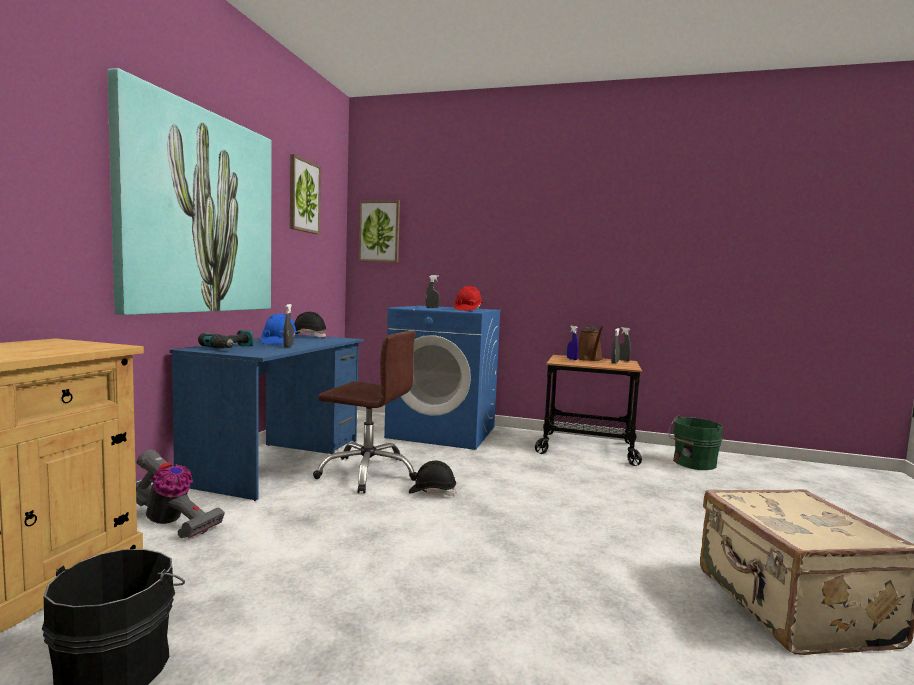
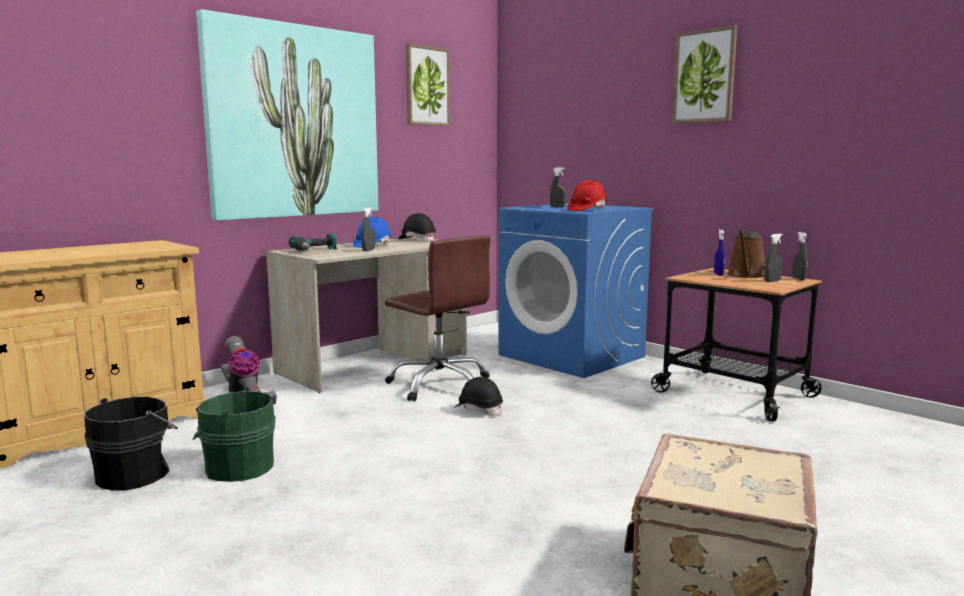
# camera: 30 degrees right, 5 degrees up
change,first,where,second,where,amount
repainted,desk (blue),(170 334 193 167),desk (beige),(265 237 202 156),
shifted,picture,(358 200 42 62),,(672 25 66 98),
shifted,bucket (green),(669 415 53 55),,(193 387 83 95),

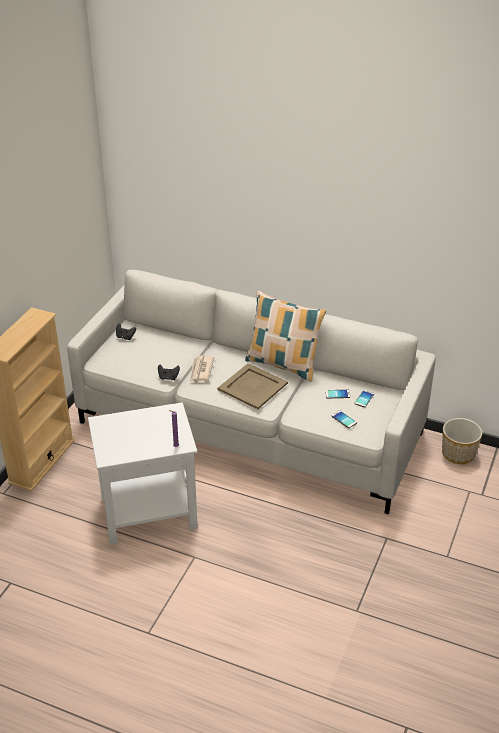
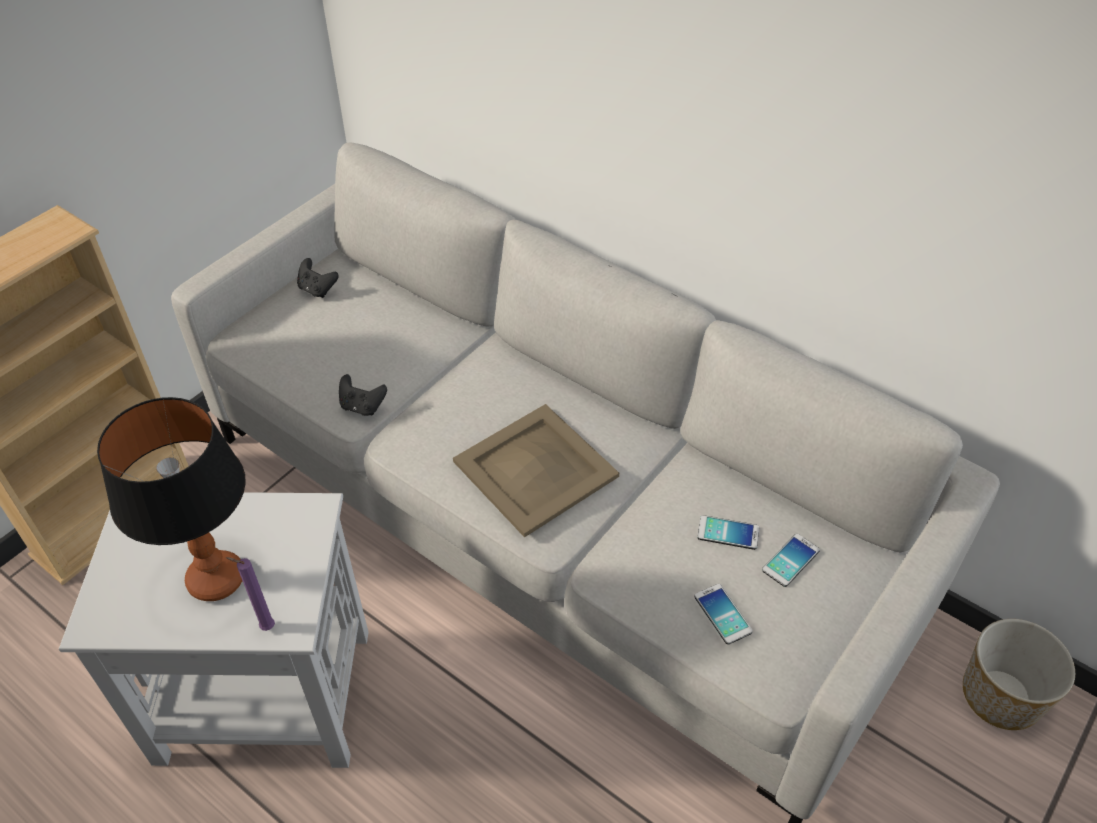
# camera: 15 degrees right, 10 degrees up
change,first,where,second,where,amount
gone,newspaper,(190 356 25 26),,,
gone,pillow,(245 291 81 91),,,
new,,,table lamp,(97 397 149 204),

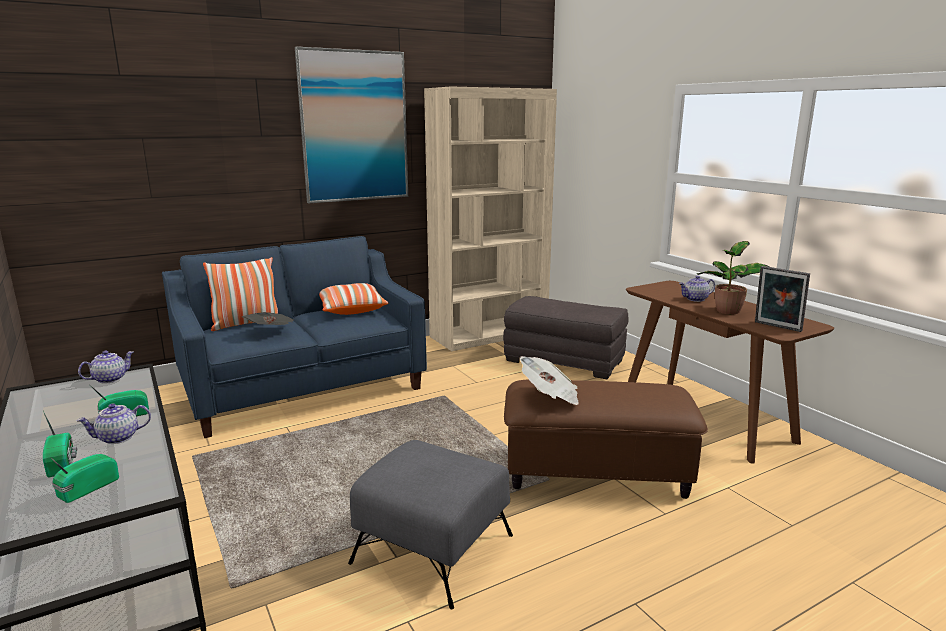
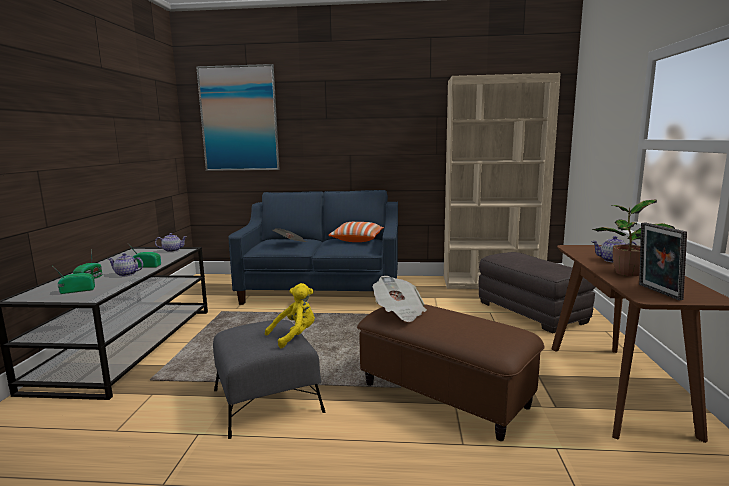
# camera: 35 degrees right, 5 degrees down
change,first,where,second,where,amount
gone,pillow,(203 257 75 74),,,
shifted,picture,(295 47 113 156),,(196 64 84 107),
new,,,plush toy (yellow),(265 283 49 65),

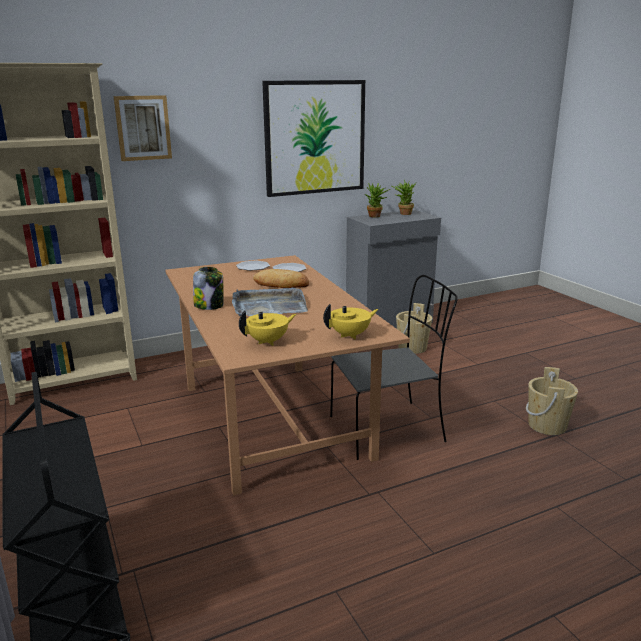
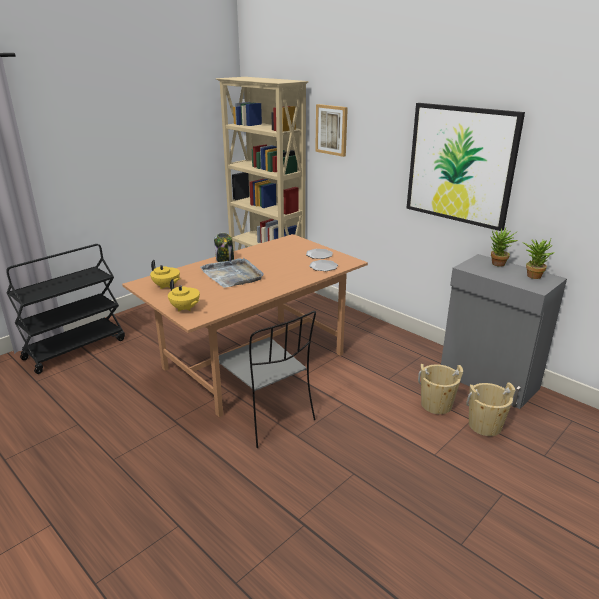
# camera: 70 degrees right, 5 degrees up
change,first,where,second,where,amount
gone,bread,(253 269 56 19),,,
shifted,bucket (beige),(526 367 52 68),,(466 382 49 54),

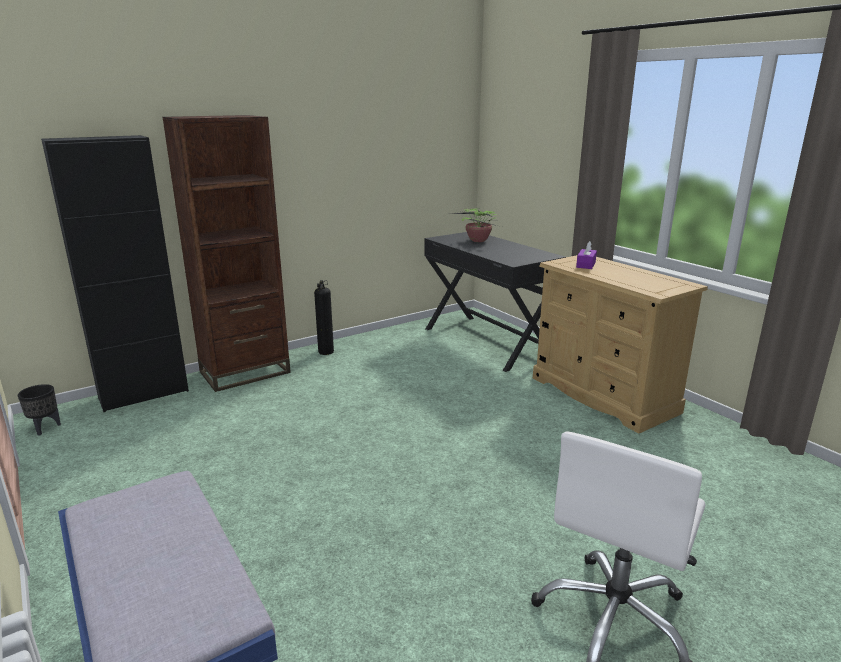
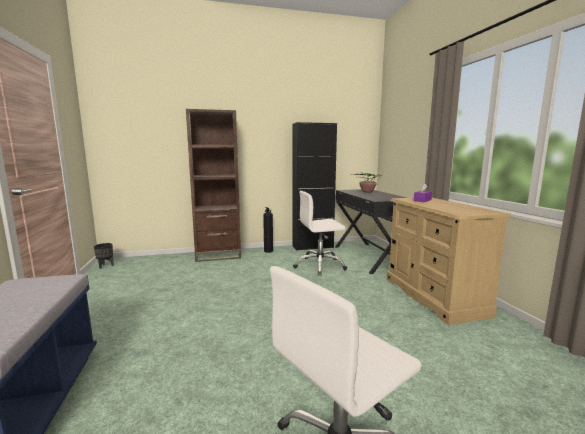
# camera: 20 degrees right, 10 degrees down
change,first,where,second,where,amount
shifted,cabinet (black),(41 135 148 277),,(292 122 45 129),
new,,,office chair (white),(293 191 54 85),

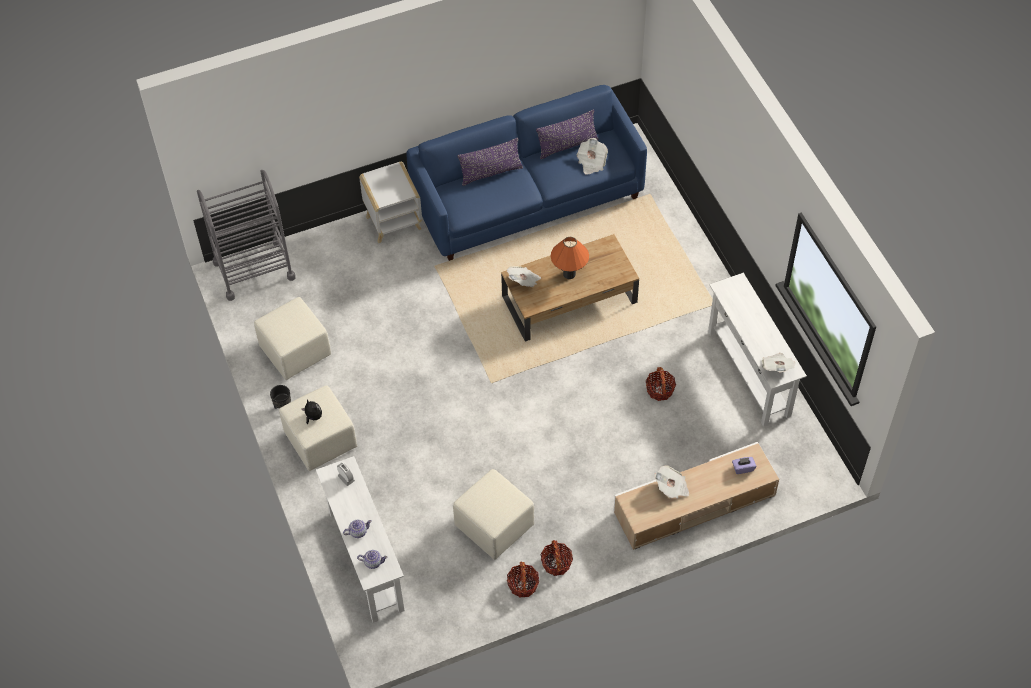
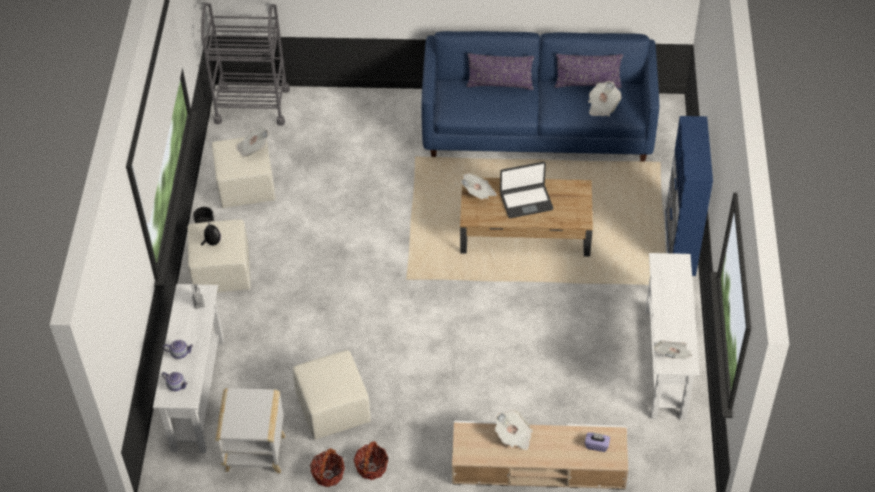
# camera: 25 degrees right, 5 degrees down
change,first,where,second,where,amount
shifted,side table (white),(359 162 63 81),,(215 388 70 85),
swapped,table lamp (orange),(550 237 39 42),laptop,(500 162 53 56),
gone,basket,(646 367 30 34),,,
new,,,newspaper,(236 126 33 32),
new,,,cabinet (blue),(665 116 48 160),

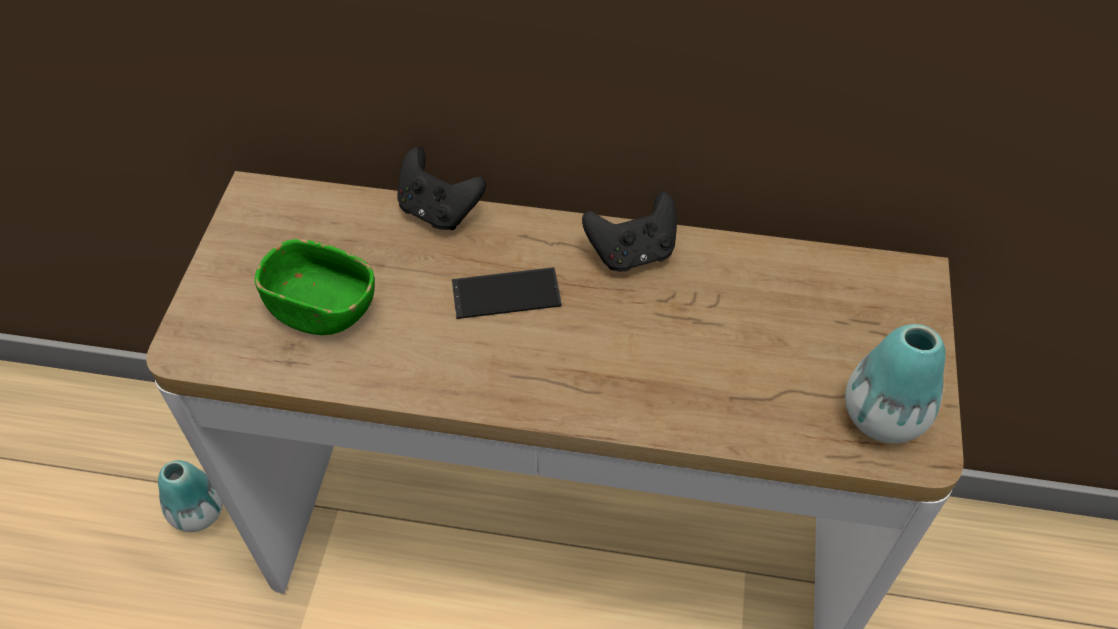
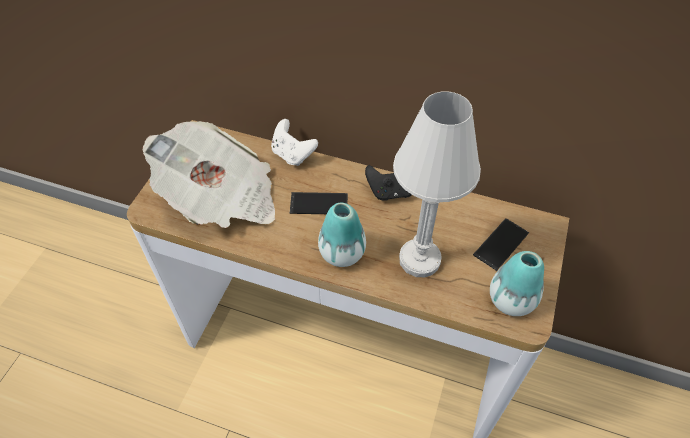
# camera: 10 degrees right, 0 degrees up
change,first,where,second,where,amount
shifted,vase,(158 460 65 72),,(318 203 48 64),
swapped,bowl (green),(255 239 120 96),newspaper,(143 121 132 107),
repainted,game controller (black),(397 147 89 83),game controller (white),(271 119 47 47),
new,,,table lamp (white),(393 91 88 186),
new,,,phone,(473 218 56 53),

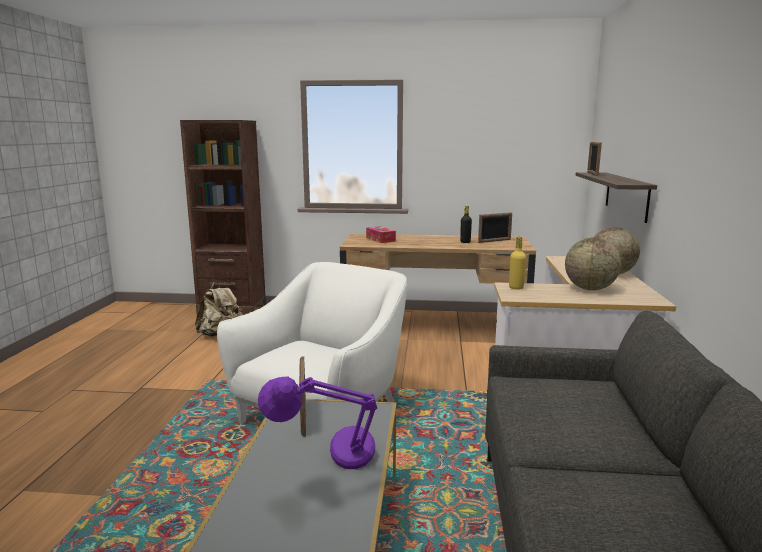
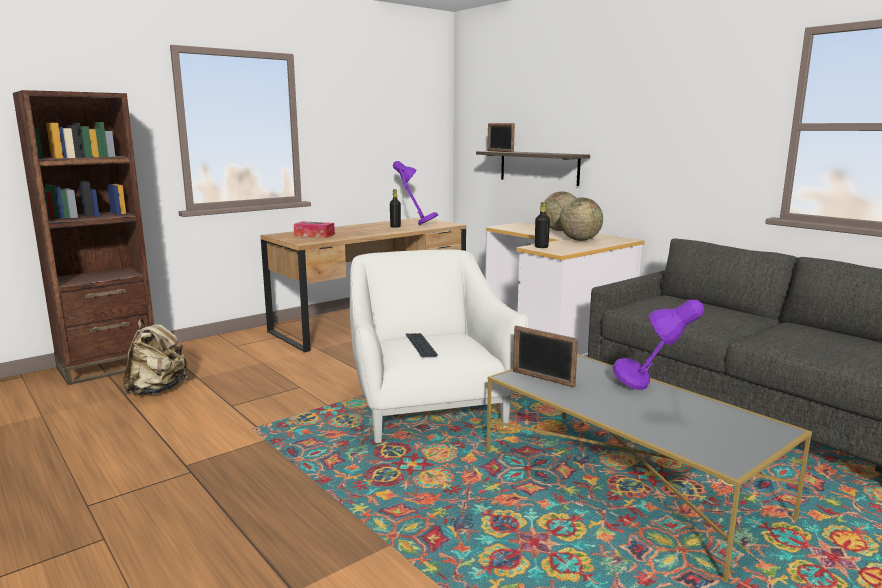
# camera: 45 degrees left, 0 degrees up
change,first,where,second,where,amount
swapped,picture frame,(478 212 34 31),table lamp (purple),(393 161 45 64),
repainted,bottle (yellow),(509 237 17 53),bottle (black),(535 202 15 46),
new,,,keyboard,(406 333 32 24),

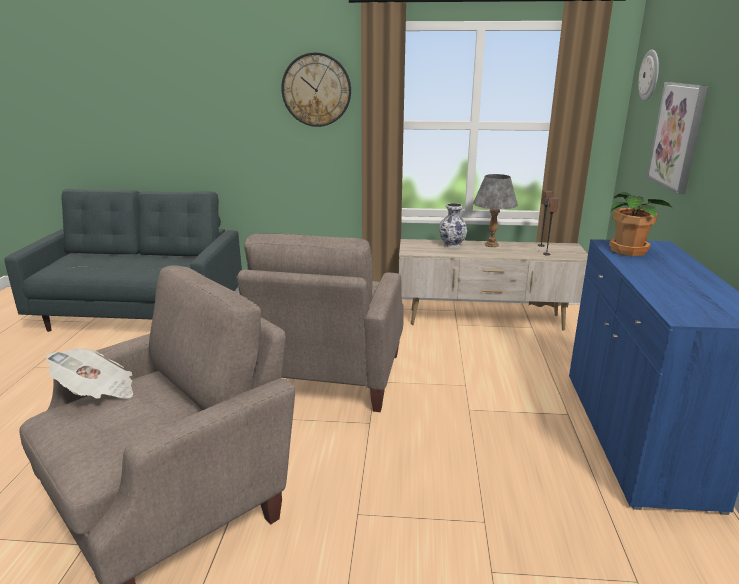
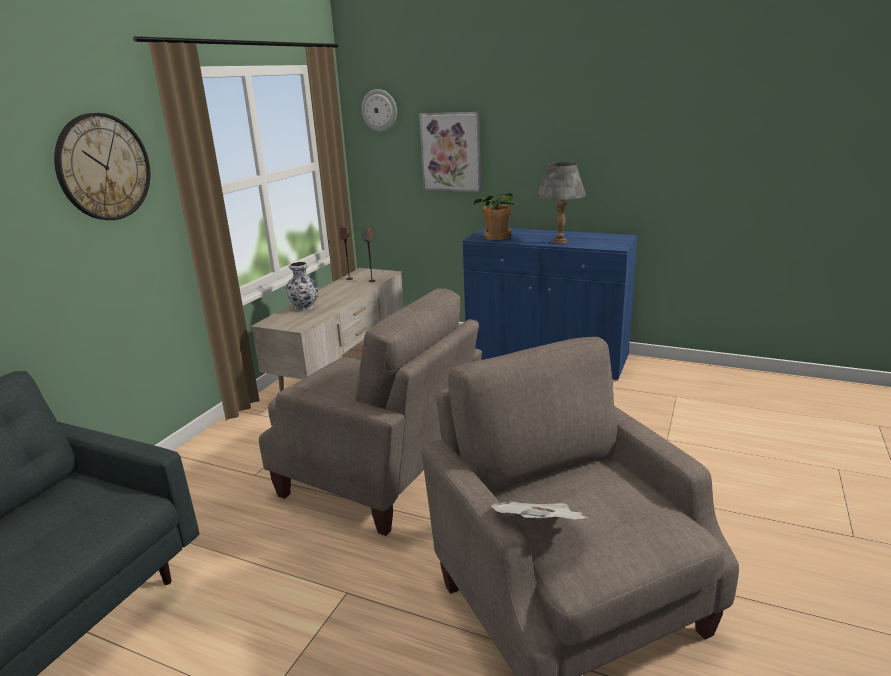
# camera: 70 degrees left, 0 degrees up
change,first,where,second,where,amount
shifted,table lamp (grey),(473 174 45 73),,(537 162 49 82),

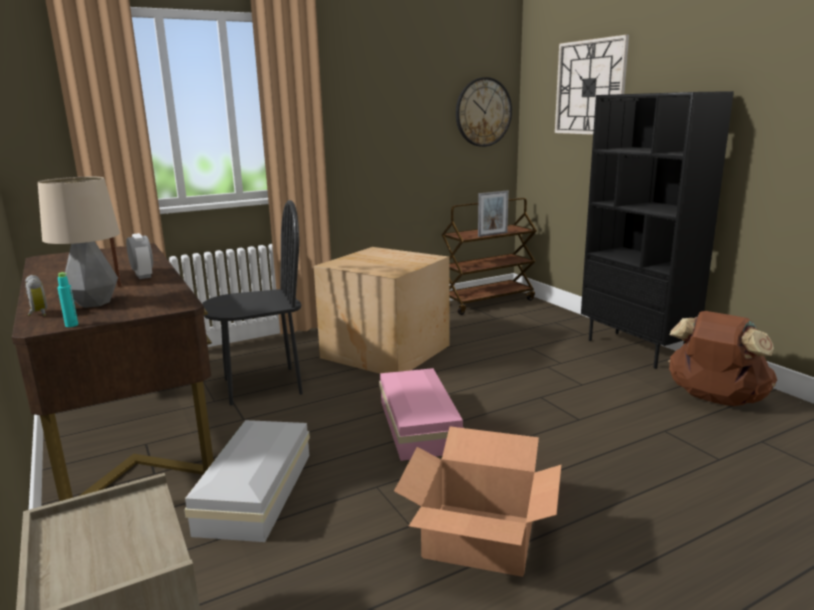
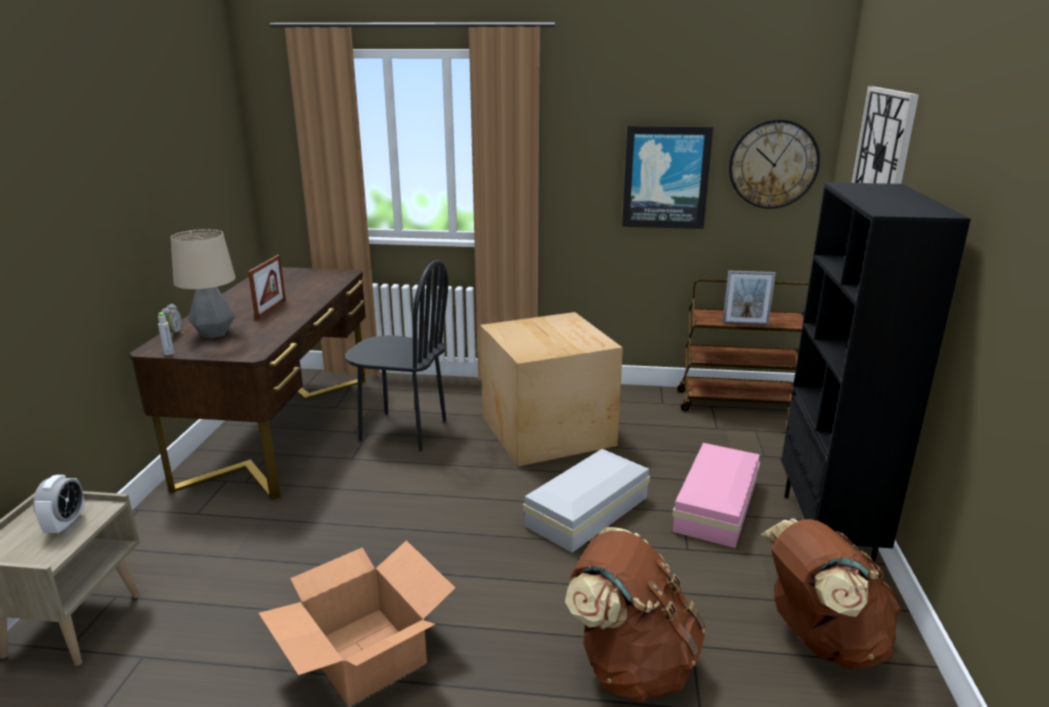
# camera: 35 degrees right, 5 degrees up
change,first,where,second,where,amount
repainted,bottle (turquoise),(57 272 21 55),bottle (grey),(158 312 16 43),
shifted,alarm clock,(126 233 27 46),,(33 475 52 59),
shifted,storage box (white),(184 420 126 122),,(523 449 127 104),
shifted,storage box (pink),(379 368 84 93),,(672 443 88 105),
new,,,backpack (brown),(565 527 141 175),
new,,,picture,(622 126 91 103),

